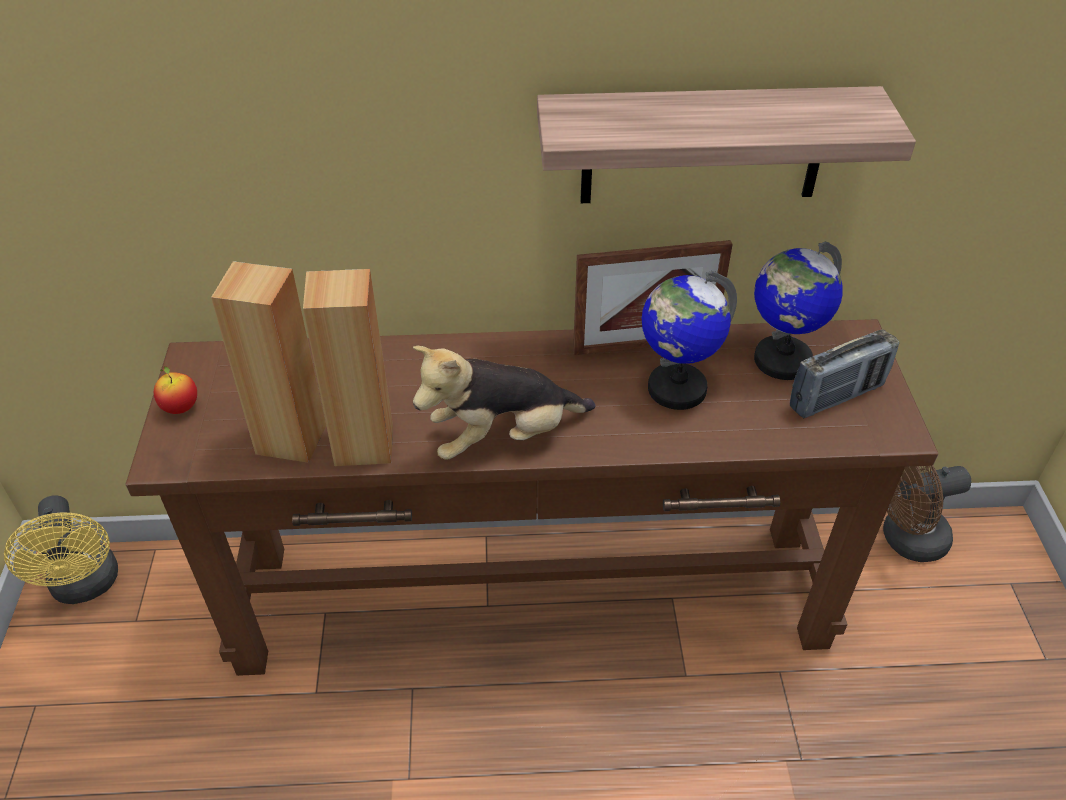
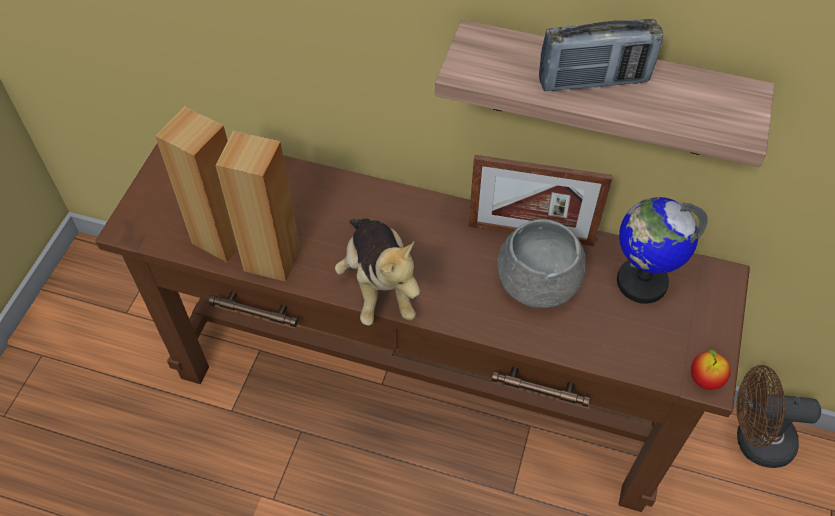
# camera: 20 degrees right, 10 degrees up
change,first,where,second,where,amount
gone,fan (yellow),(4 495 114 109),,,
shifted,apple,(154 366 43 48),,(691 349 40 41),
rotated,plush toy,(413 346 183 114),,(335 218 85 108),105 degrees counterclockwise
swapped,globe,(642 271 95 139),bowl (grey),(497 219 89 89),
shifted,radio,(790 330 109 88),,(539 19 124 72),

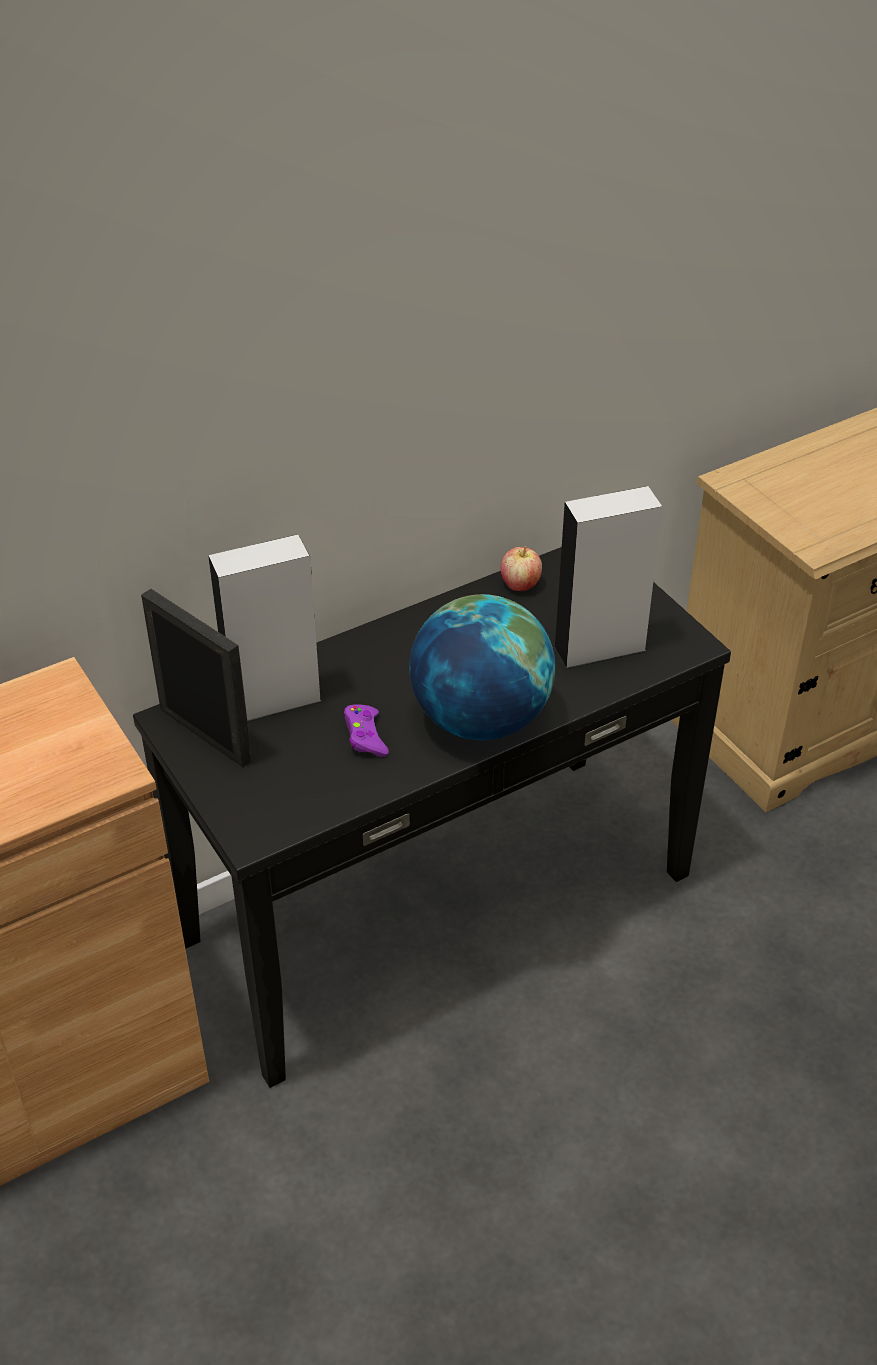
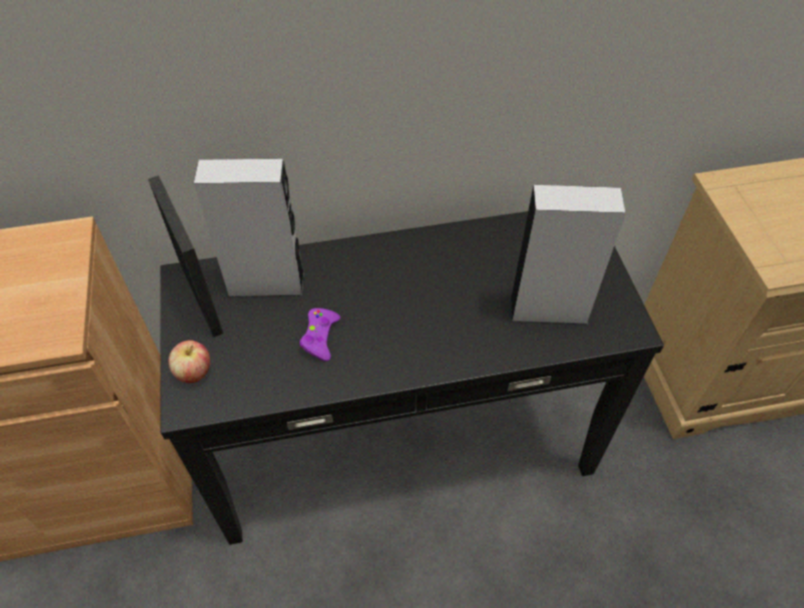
# camera: 20 degrees right, 10 degrees up
change,first,where,second,where,amount
gone,globe,(409 594 146 146),,,
shifted,apple,(500 546 42 45),,(169 340 41 43),

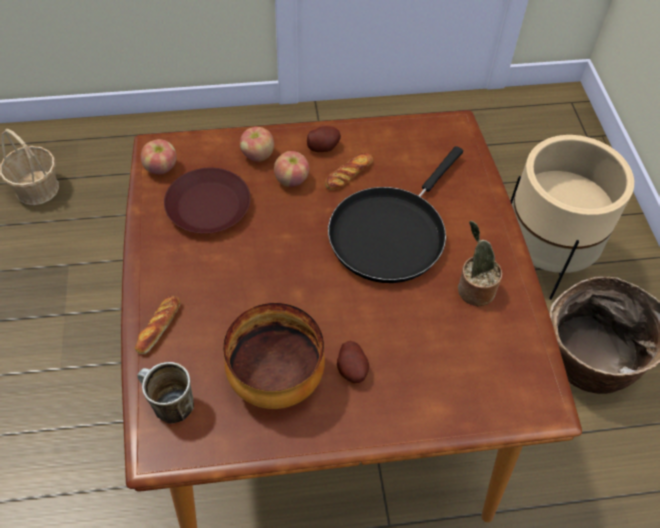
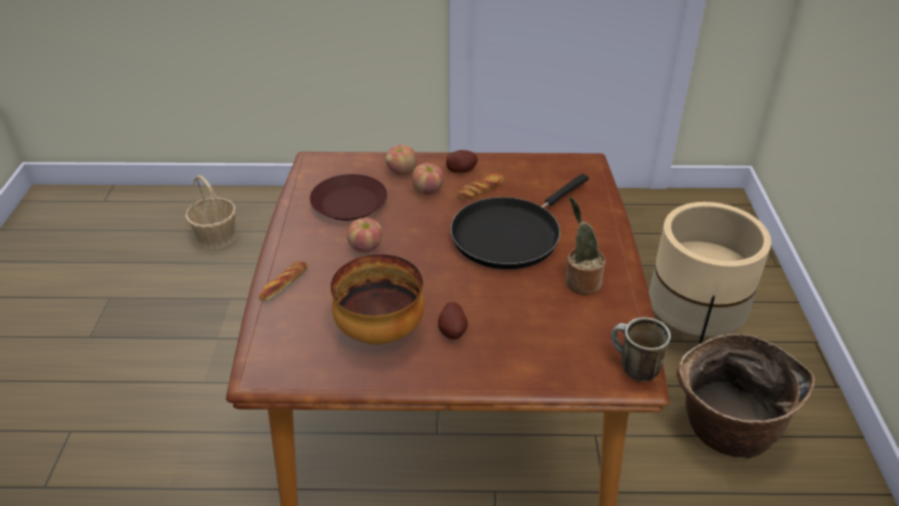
# camera: 10 degrees right, 15 degrees down
change,first,where,second,where,amount
shifted,mug,(137 362 57 62),,(611 317 60 65),
shifted,apple,(141 139 36 36),,(347 218 35 34),

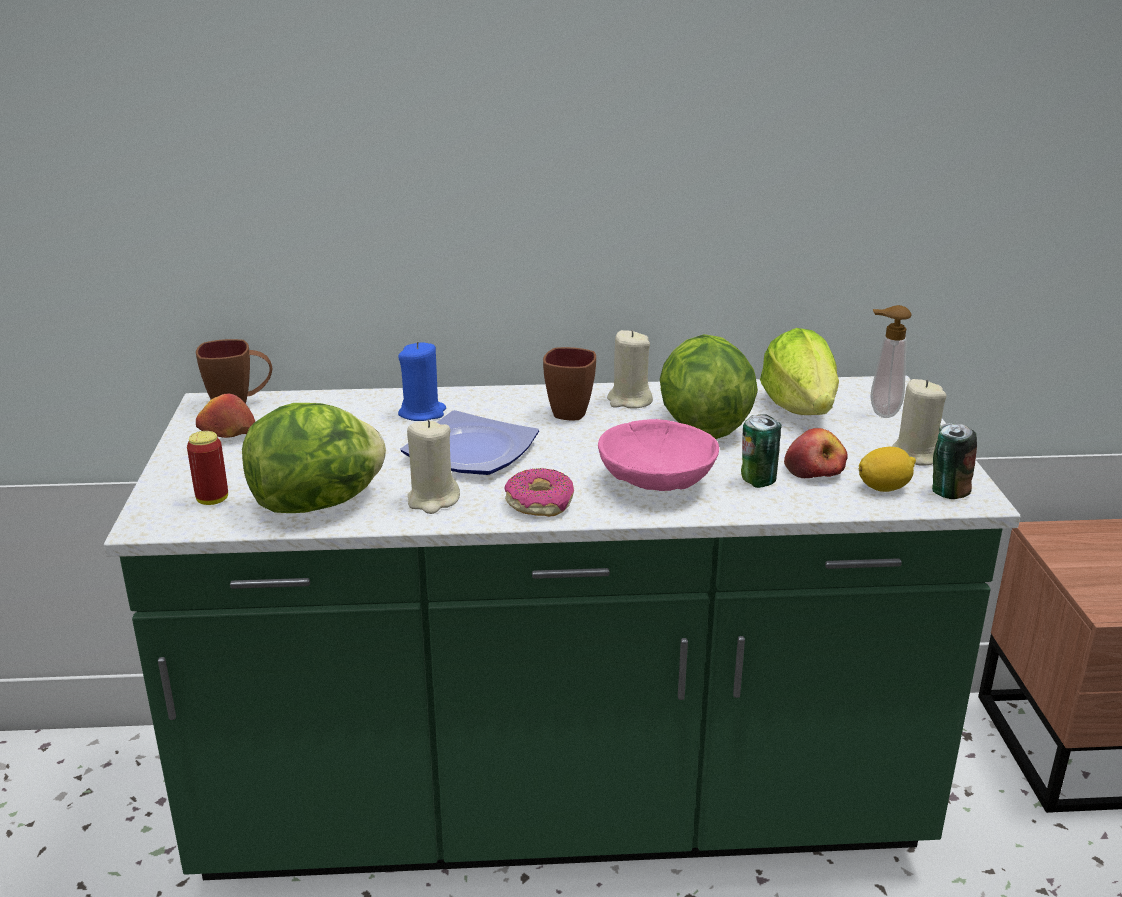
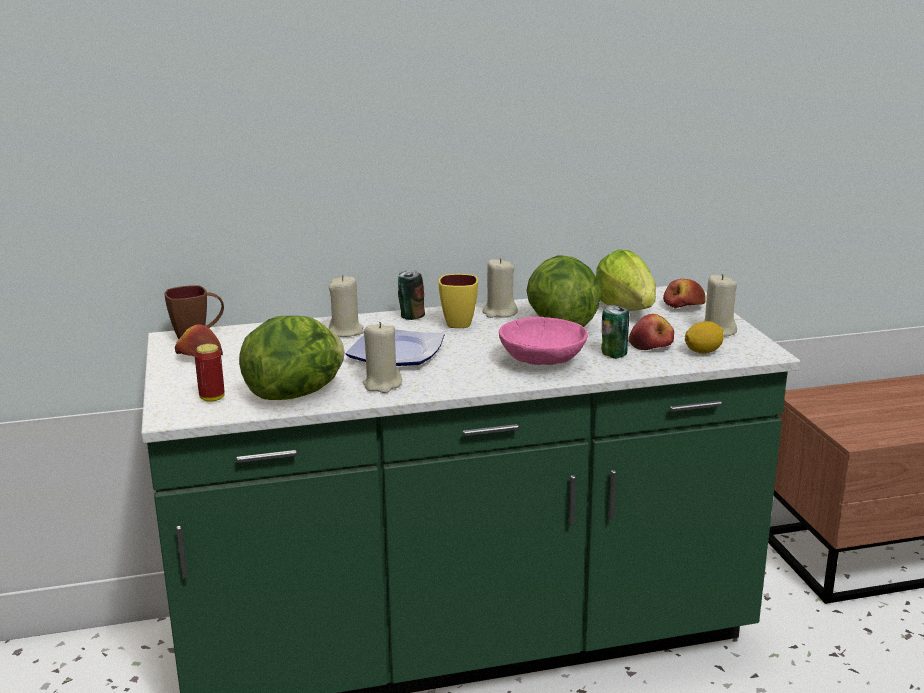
# camera: 10 degrees left, 5 degrees down
change,first,where,second,where,amount
repainted,candle (blue),(398 341 48 80),candle (beige),(329 275 35 62),
gone,donut,(504 468 70 49),,,
repainted,mug (brown),(543 347 53 73),mug (yellow),(439 274 39 54),
swapped,soap dispenser,(870 305 42 113),apple,(663 279 43 30),
shifted,can,(932 423 45 76),,(398 271 27 49),

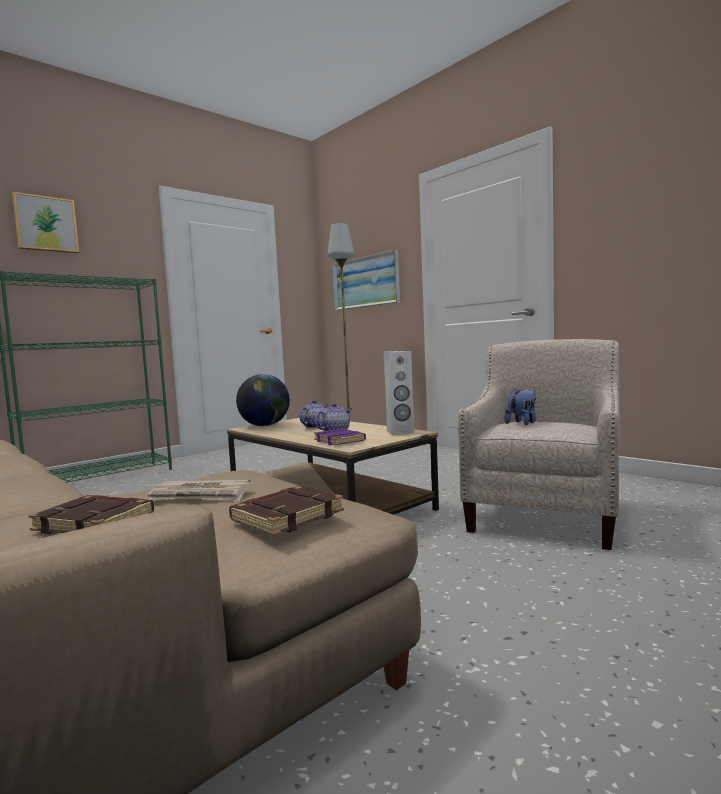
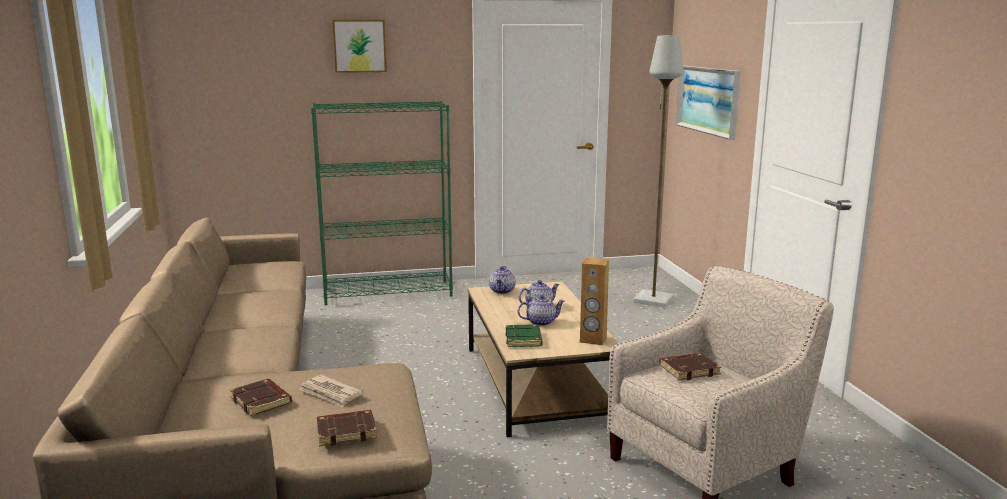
# camera: 30 degrees right, 10 degrees up
change,first,where,second,where,amount
swapped,globe,(236 374 54 52),teapot,(489 266 27 28),
repainted,book (purple),(314 428 52 17),book (green),(506 325 36 22),
repainted,speaker (white),(384 351 30 84),speaker (brown),(580 257 29 88),
swapped,plush toy,(504 388 32 37),book (brown),(660 353 61 28),

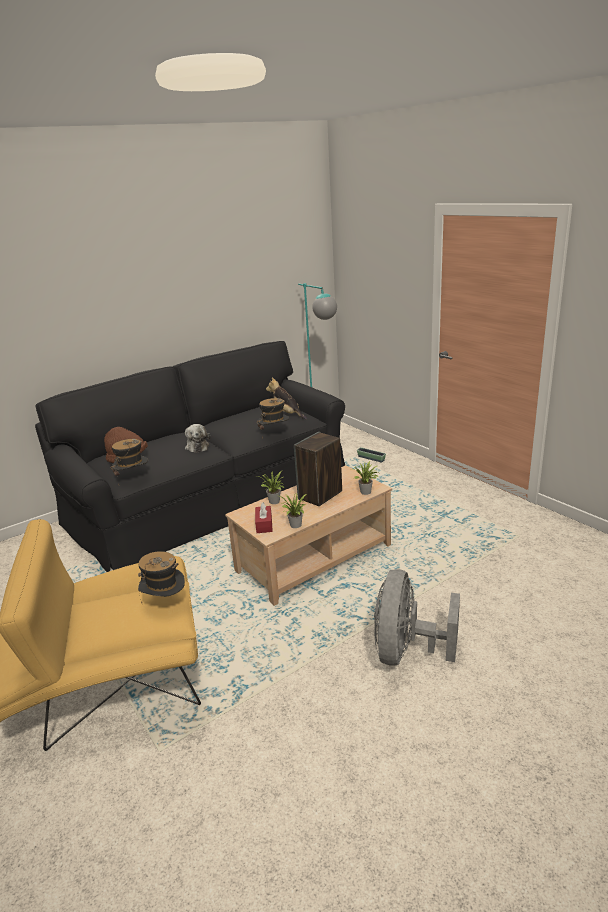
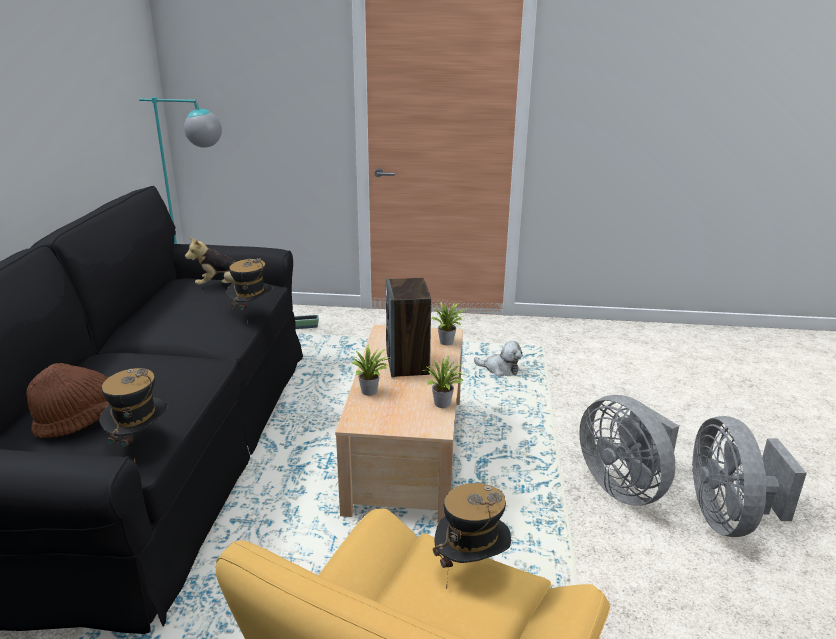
# camera: 50 degrees left, 0 degrees up
change,first,where,second,where,amount
shifted,plush toy,(185 424 26 29),,(474 341 49 36),
gone,tissue box (red),(255 502 18 31),,,
new,,,fan (grey),(692 416 115 121),

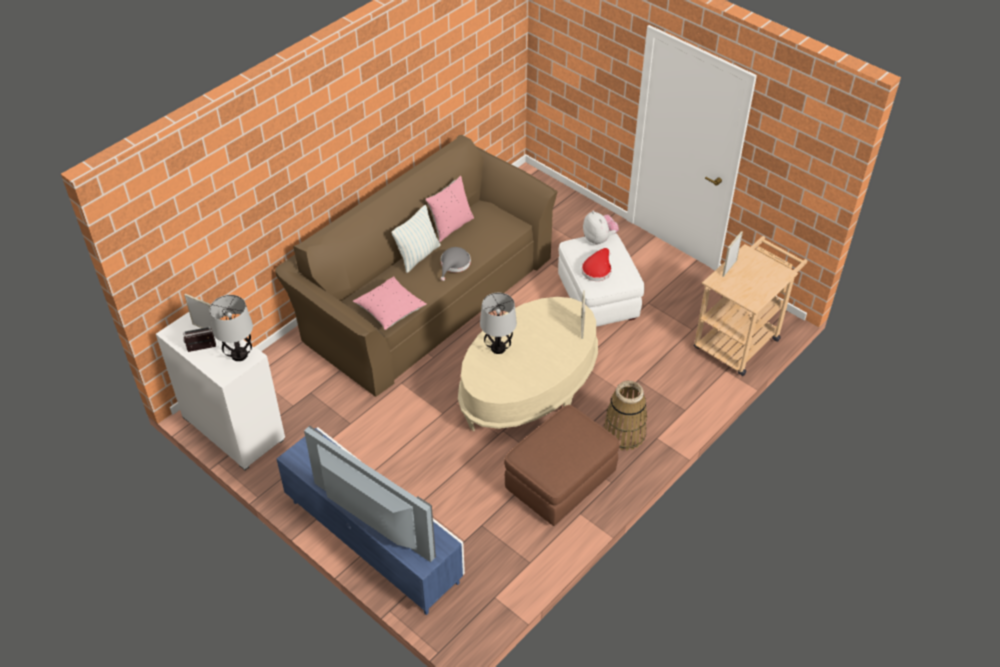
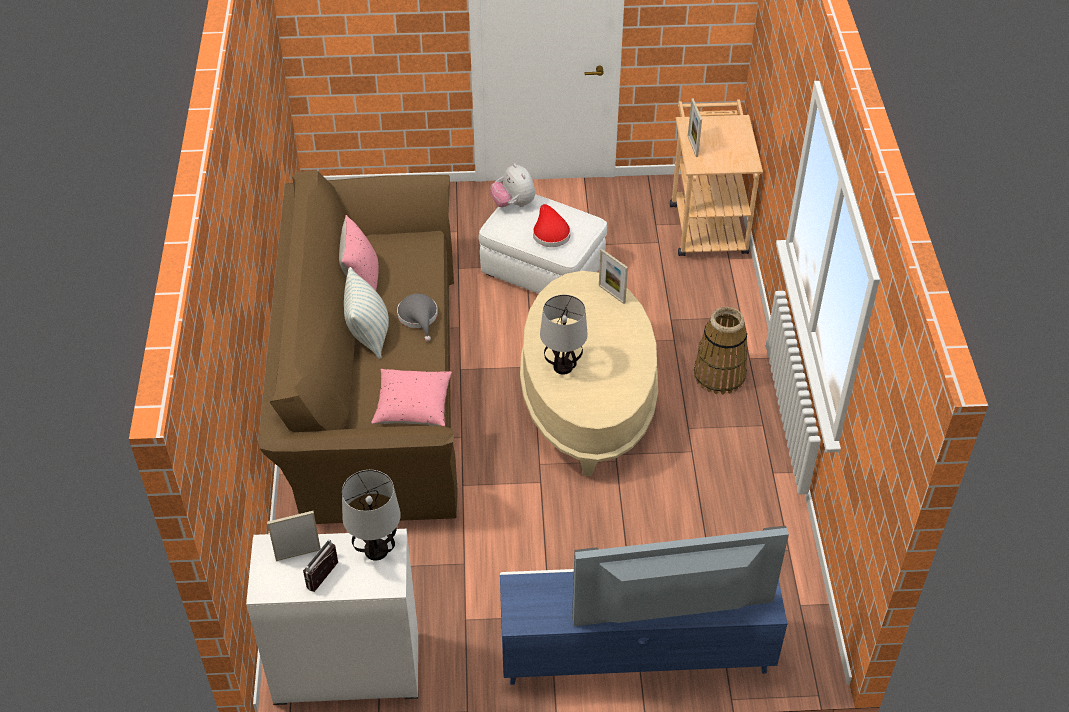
# camera: 45 degrees left, 0 degrees up
change,first,where,second,where,amount
gone,ottoman (brown),(504 405 116 121),,,
rotated,plush toy,(583 211 36 34),,(490 163 45 44),135 degrees counterclockwise

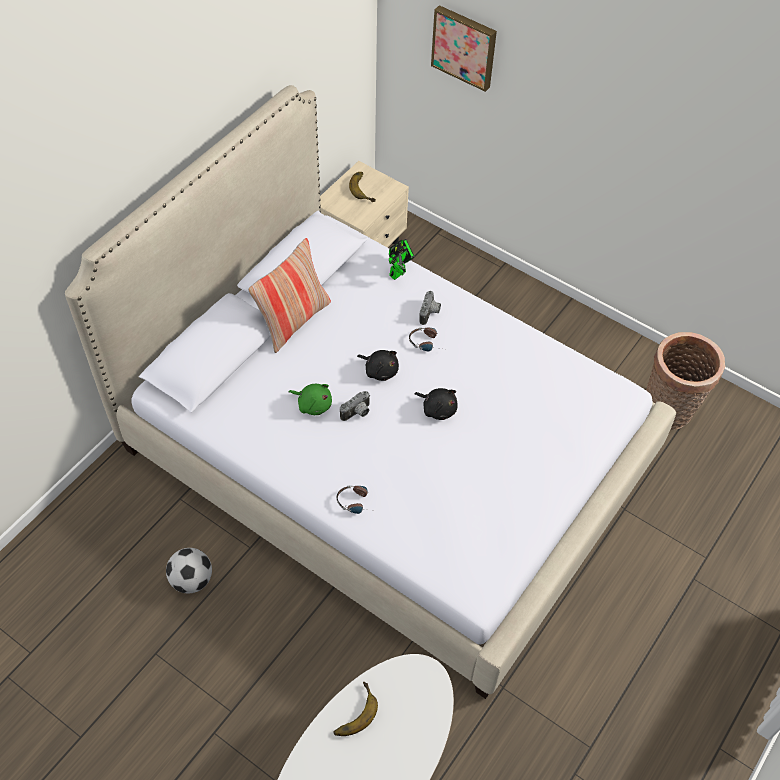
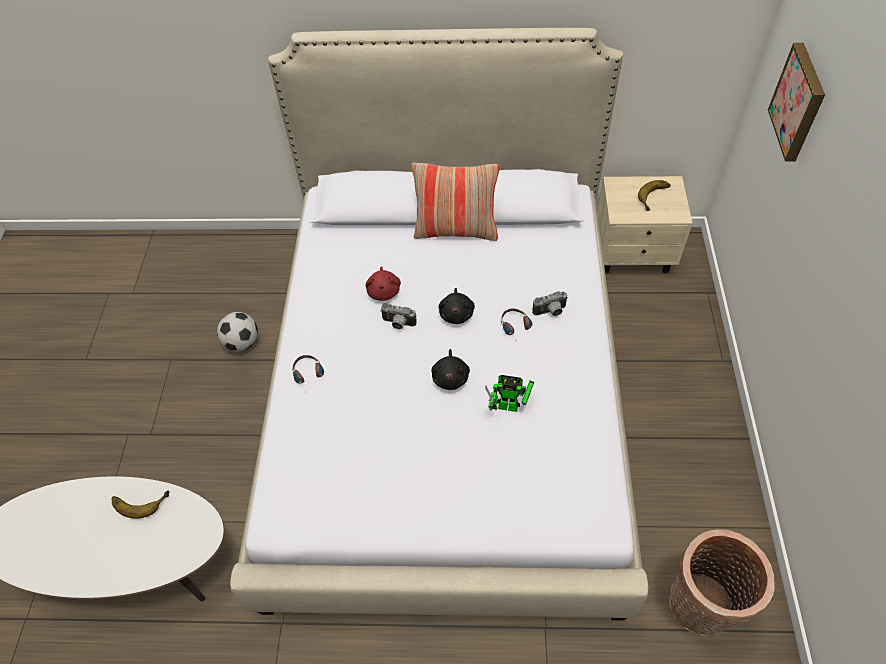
# camera: 60 degrees right, 0 degrees up
change,first,where,second,where,amount
repainted,plush toy (green),(289 384 43 31),plush toy (red),(365 266 36 35),
shifted,toy robot,(389 239 26 41),,(485 375 49 37),

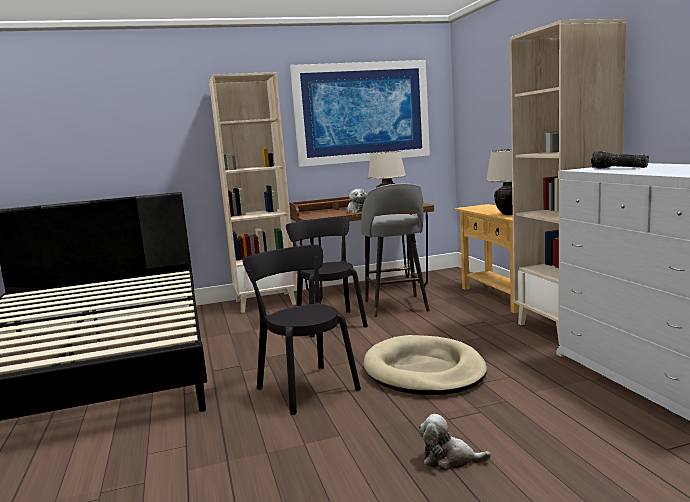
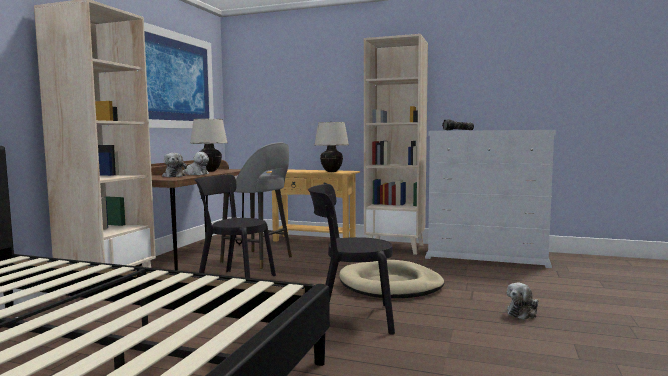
# camera: 55 degrees left, 5 degrees down
change,first,where,second,where,amount
new,,,plush toy,(162 153 25 24),

